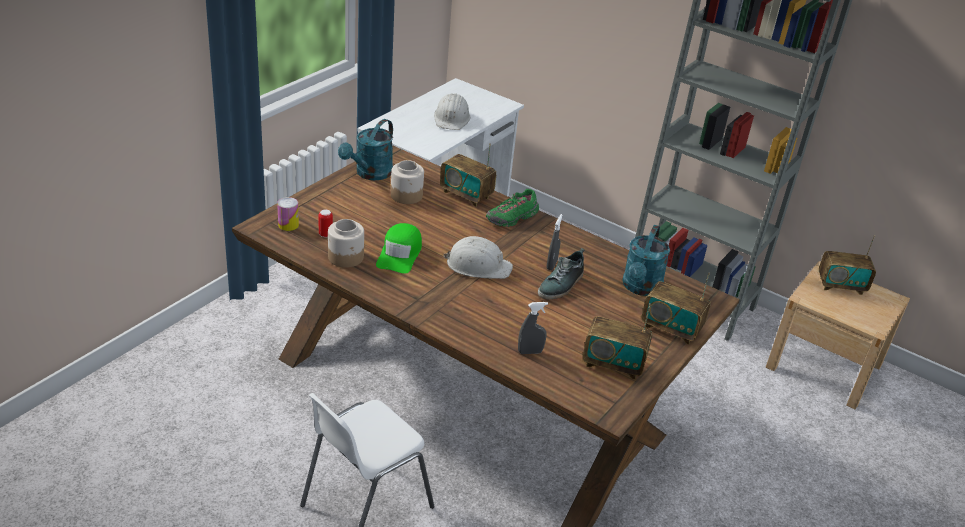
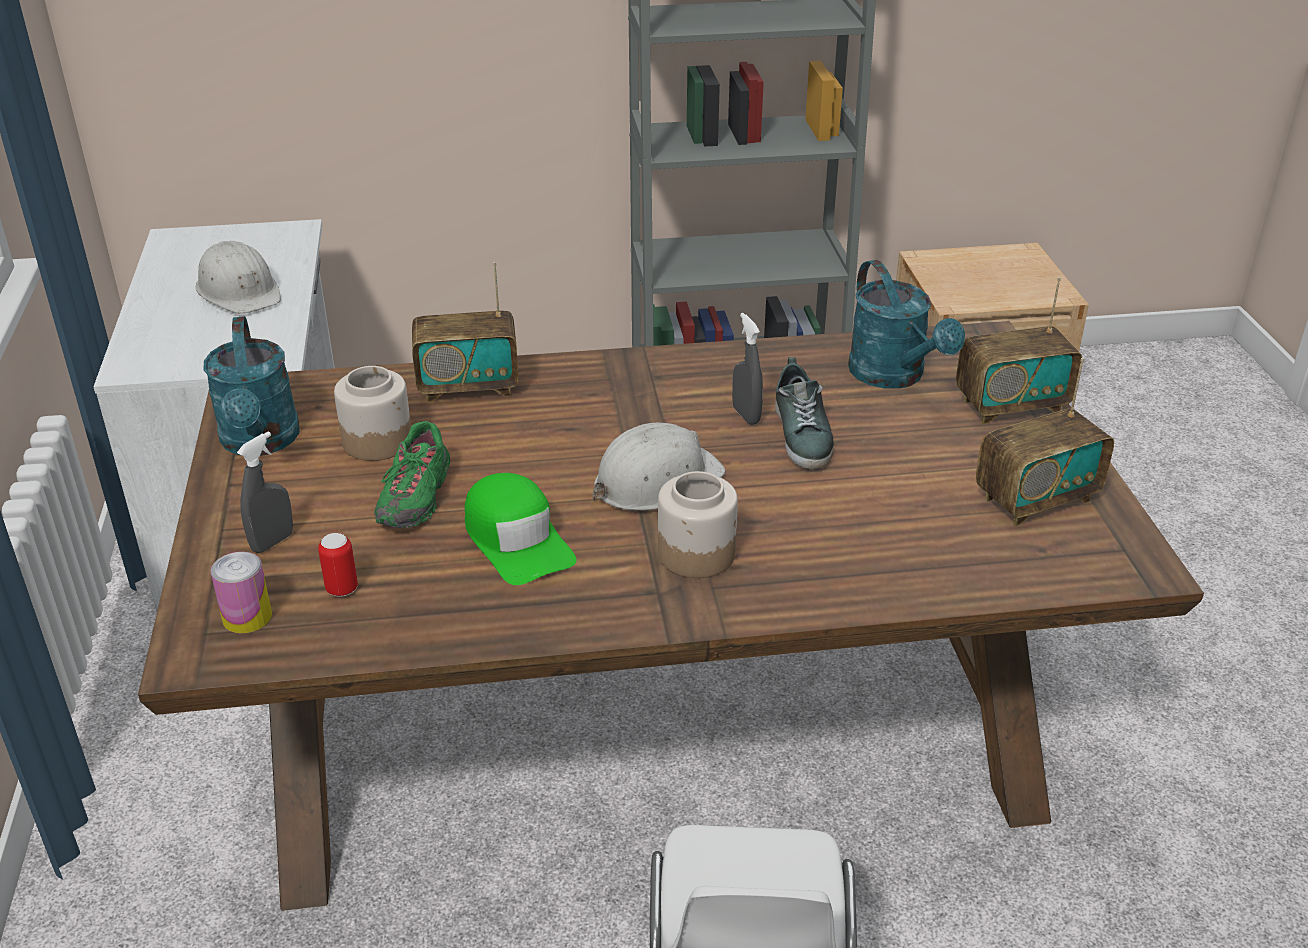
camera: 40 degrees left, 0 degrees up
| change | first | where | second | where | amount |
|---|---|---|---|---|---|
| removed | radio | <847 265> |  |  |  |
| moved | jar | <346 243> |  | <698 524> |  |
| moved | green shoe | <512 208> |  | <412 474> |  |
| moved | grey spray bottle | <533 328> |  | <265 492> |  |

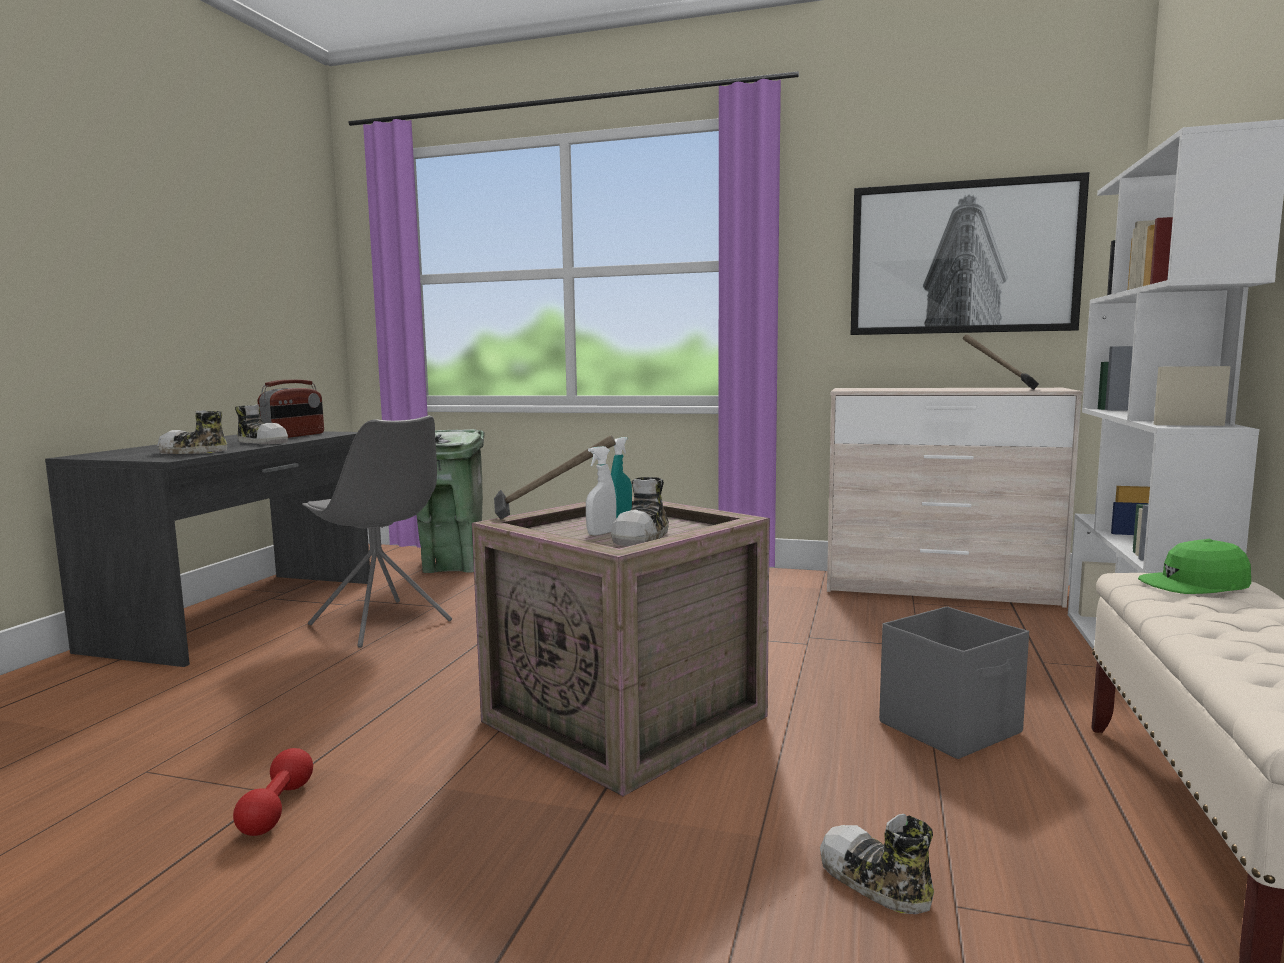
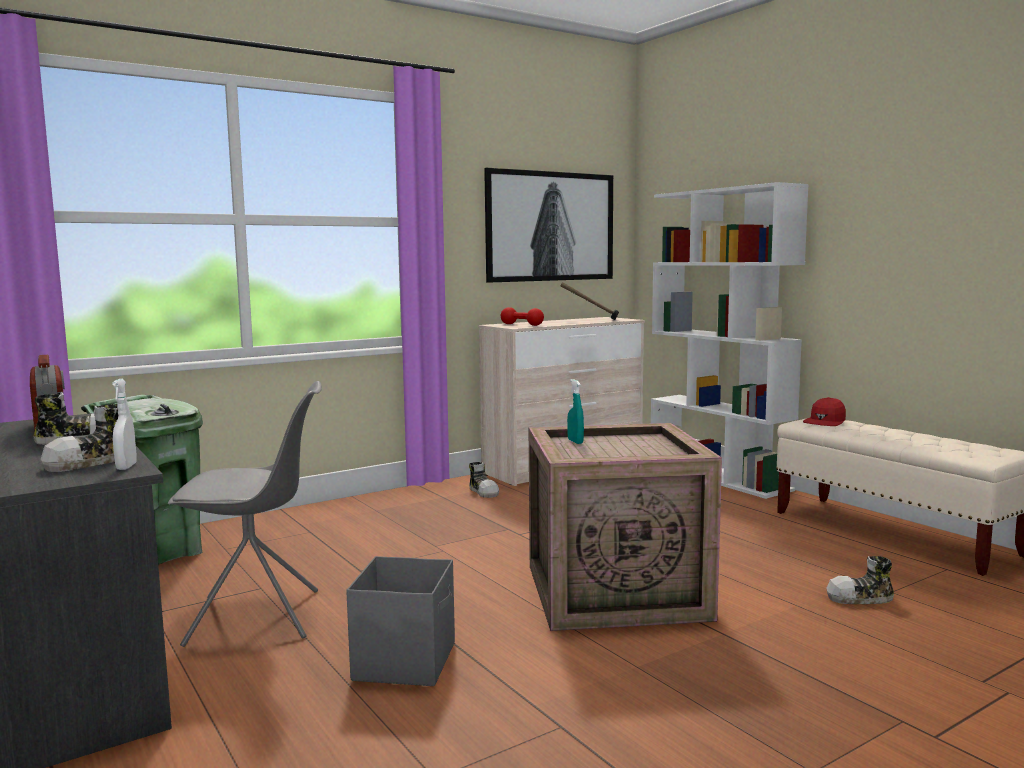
camera: 50 degrees left, 0 degrees up
| change | first | where | second | where | amount |
|---|---|---|---|---|---|
| removed | hammer | <555 477> |  |  |  |
| moved | red dumbbell | <273 792> |  | <522 316> |  |
| moved | white spray bottle | <601 491> |  | <124 424> |  |
| moved | shoe | <640 511> |  | <484 480> |  |
| moved | grey storage box | <954 682> |  | <400 621> |  |
| recoloured | green cap | <1194 566> | red cap | <824 411> |  |

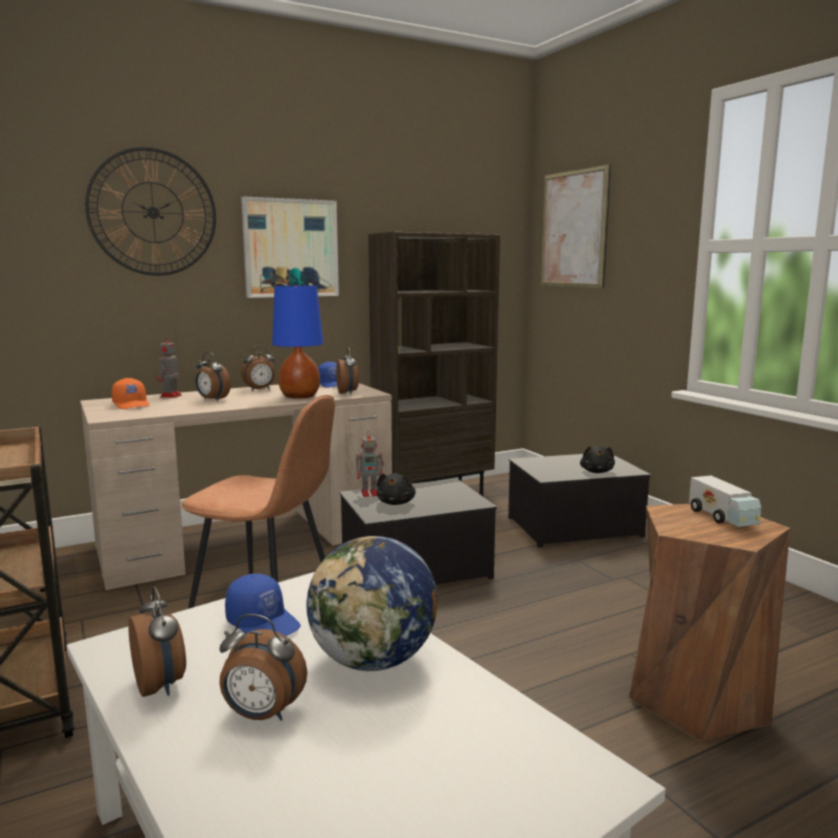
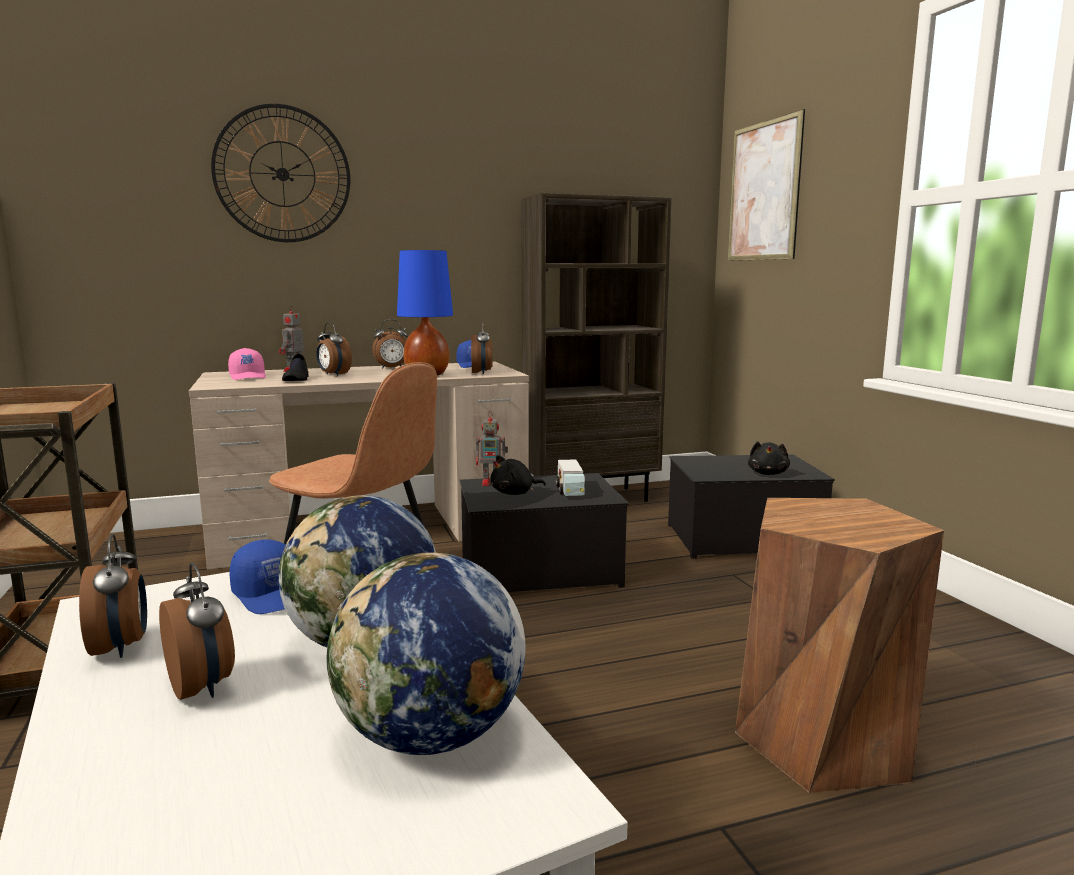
camera: 10 degrees right, 0 degrees up
| change | first | where | second | where | amount |
|---|---|---|---|---|---|
| removed | picture | <290 247> |  |  |  |
| added |  |  | black shoe | <295 367> |  |
| added |  |  | globe | <426 653> |  |
| moved | toy truck | <725 501> |  | <570 477> |  |
| recoloured | orange cap | <131 393> | pink cap | <247 364> |  |
| turned | alarm clock | <263 667> |  | <197 631> | 150 degrees counterclockwise |
| turned | black plush toy | <396 489> |  | <518 475> | 45 degrees clockwise |

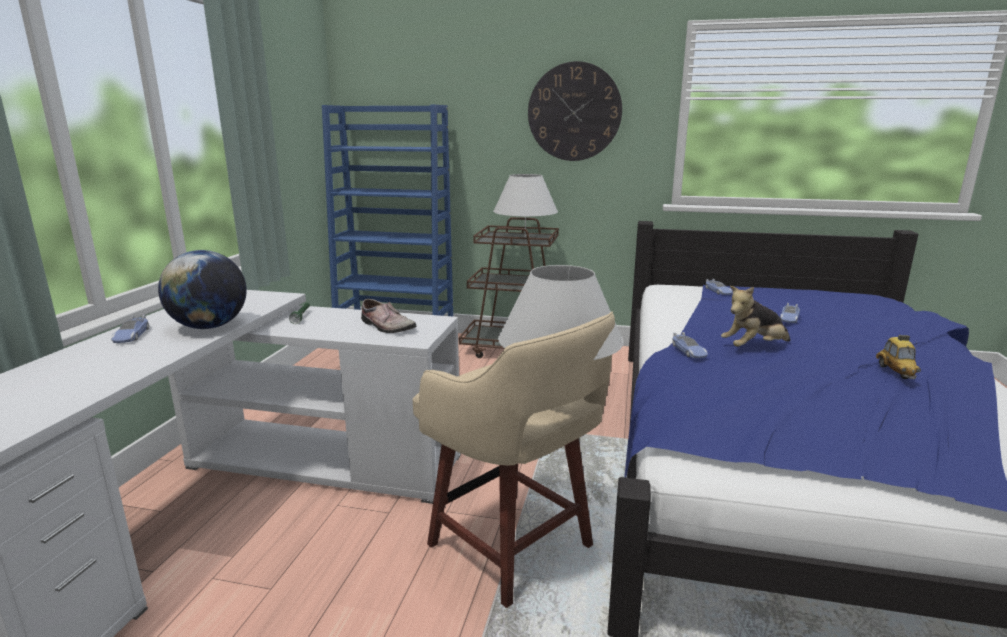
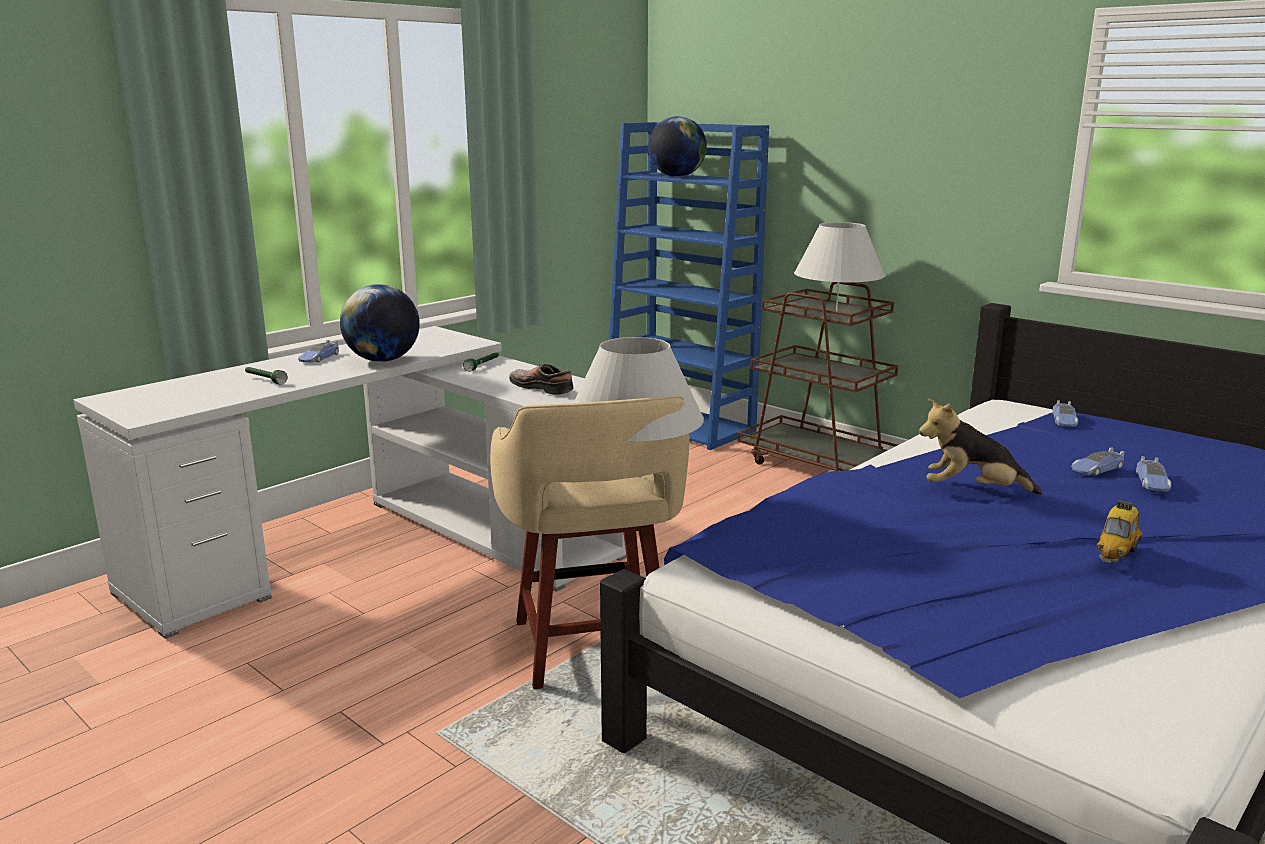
camera: 30 degrees right, 0 degrees up
| change | first | where | second | where | amount |
|---|---|---|---|---|---|
| removed | wall clock | <575 111> |  |  |  |
| added |  |  | green flashlight | <266 376> |  |
| added |  |  | globe | <677 146> |  |
| moved | toy car | <690 345> |  | <1153 474> |  |
| turned | shoe | <388 316> |  | <541 379> | 150 degrees clockwise |

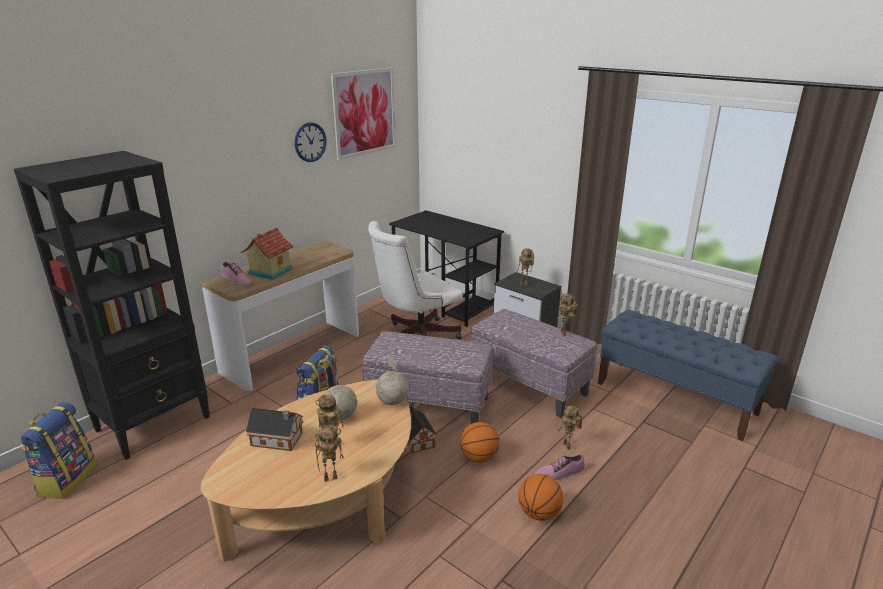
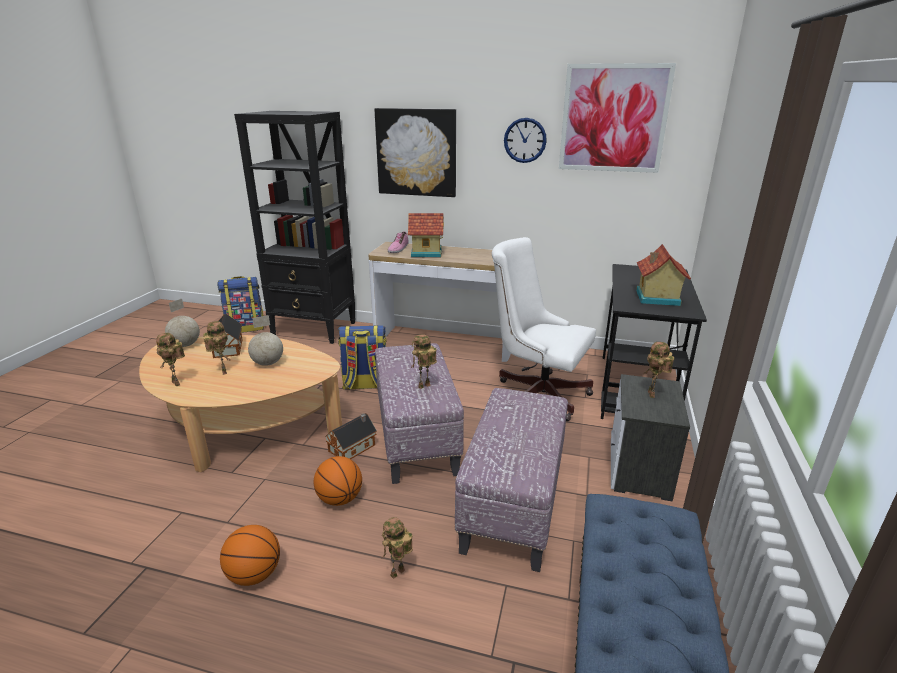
camera: 65 degrees right, 0 degrees up
| change | first | where | second | where | amount |
|---|---|---|---|---|---|
| removed | shoe | <560 467> |  |  |  |
| added |  |  | picture | <415 152> |  |
| added |  |  | toy house | <663 275> |  |
| moved | globe | <392 379> |  | <182 323> |  |
| moved | toy robot | <567 315> |  | <424 361> |  |

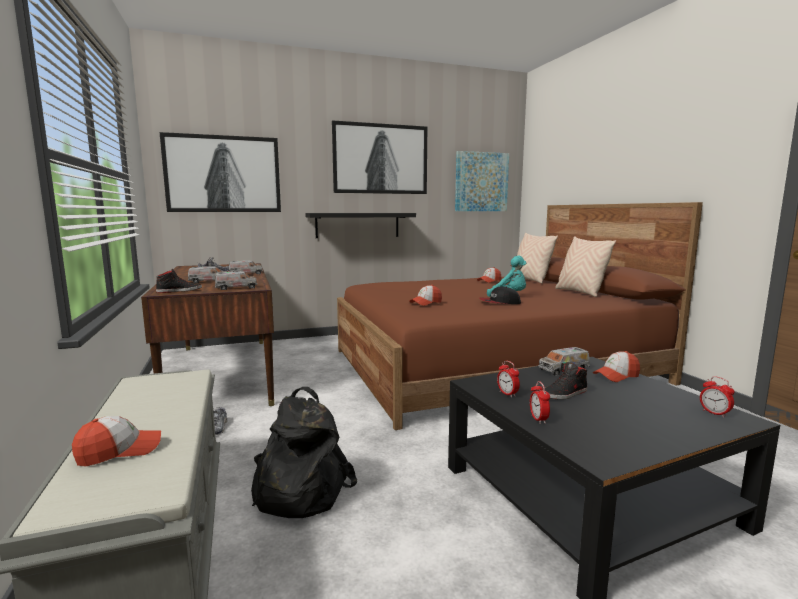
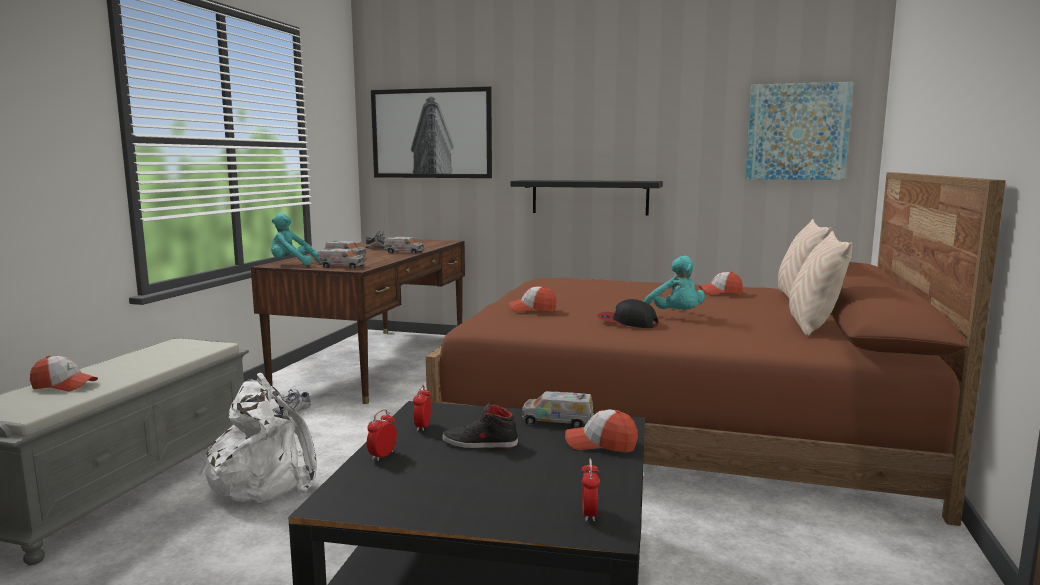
camera: 35 degrees right, 0 degrees up
| change | first | where | second | where | amount |
|---|---|---|---|---|---|
| removed | picture | <379 157> |  |  |  |
| replaced | black shoe | <179 281> | turquoise plush toy | <295 239> |  |
| recoloured | black backpack | <304 452> | white backpack | <258 437> |  |

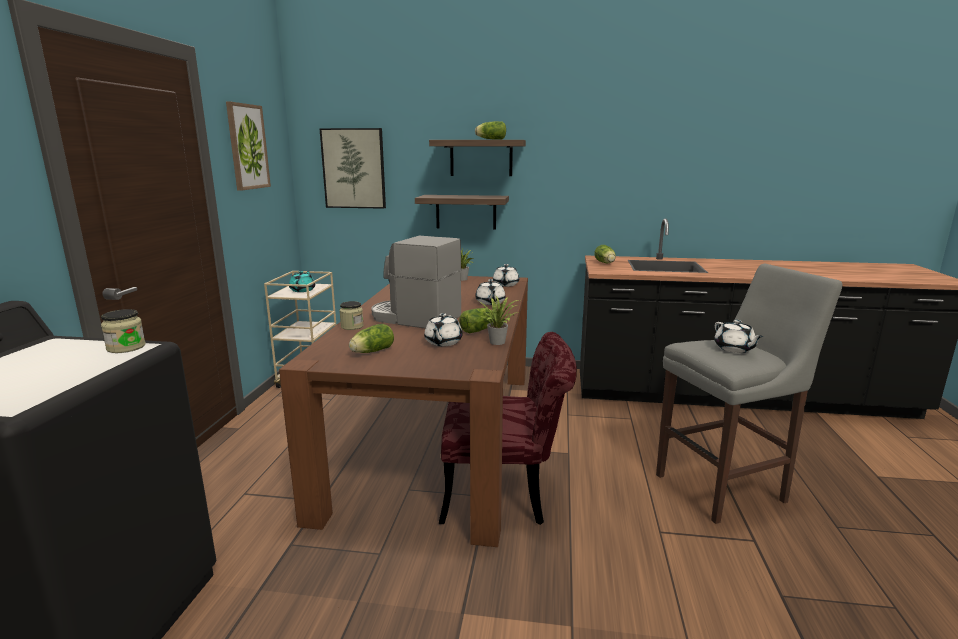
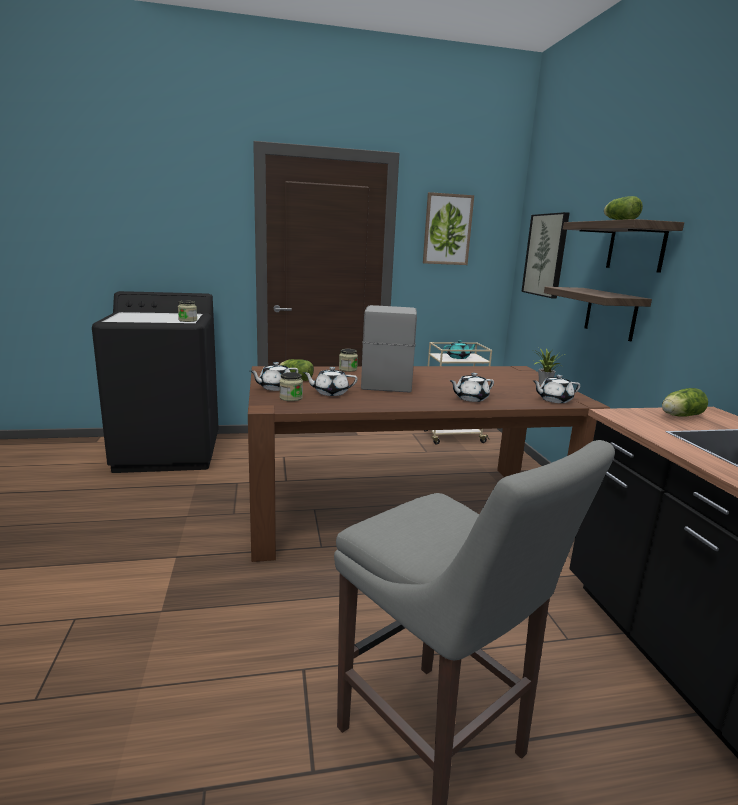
camera: 70 degrees right, 0 degrees up
| change | first | where | second | where | amount |
|---|---|---|---|---|---|
| removed | red chair | <508 428> |  |  |  |
| removed | lettuce | <476 320> |  |  |  |
| removed | potted plant | <498 320> |  |  |  |
| added |  |  | jar | <291 386> |  |
| moved | white teapot | <739 336> |  | <274 376> |  |

